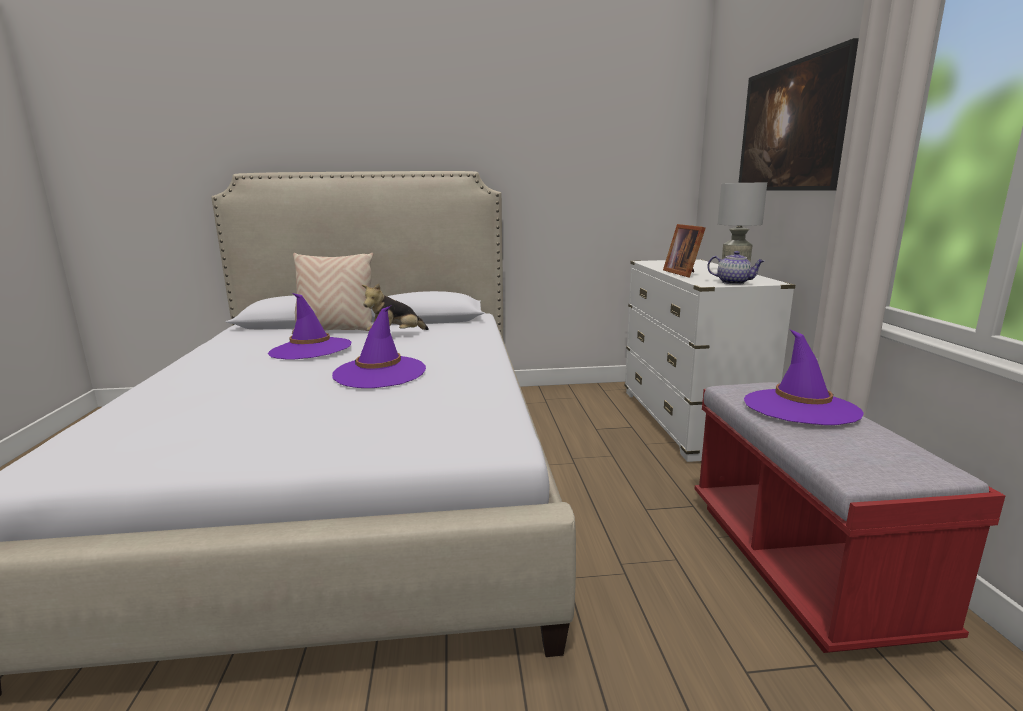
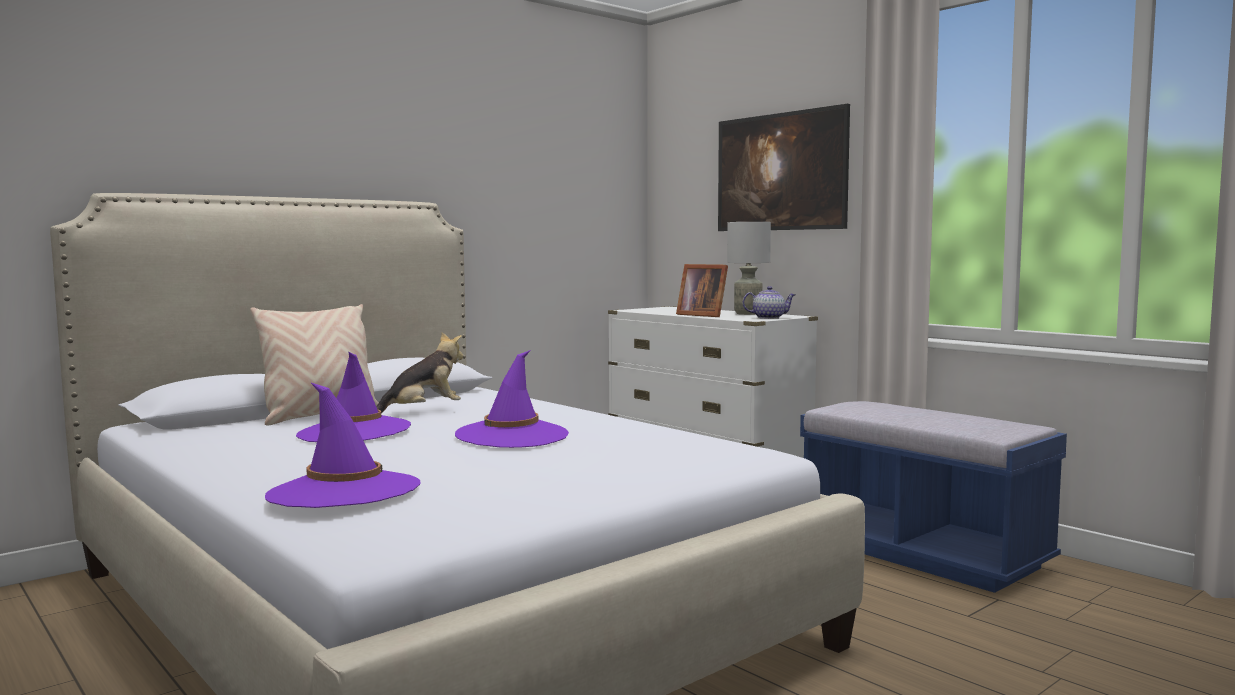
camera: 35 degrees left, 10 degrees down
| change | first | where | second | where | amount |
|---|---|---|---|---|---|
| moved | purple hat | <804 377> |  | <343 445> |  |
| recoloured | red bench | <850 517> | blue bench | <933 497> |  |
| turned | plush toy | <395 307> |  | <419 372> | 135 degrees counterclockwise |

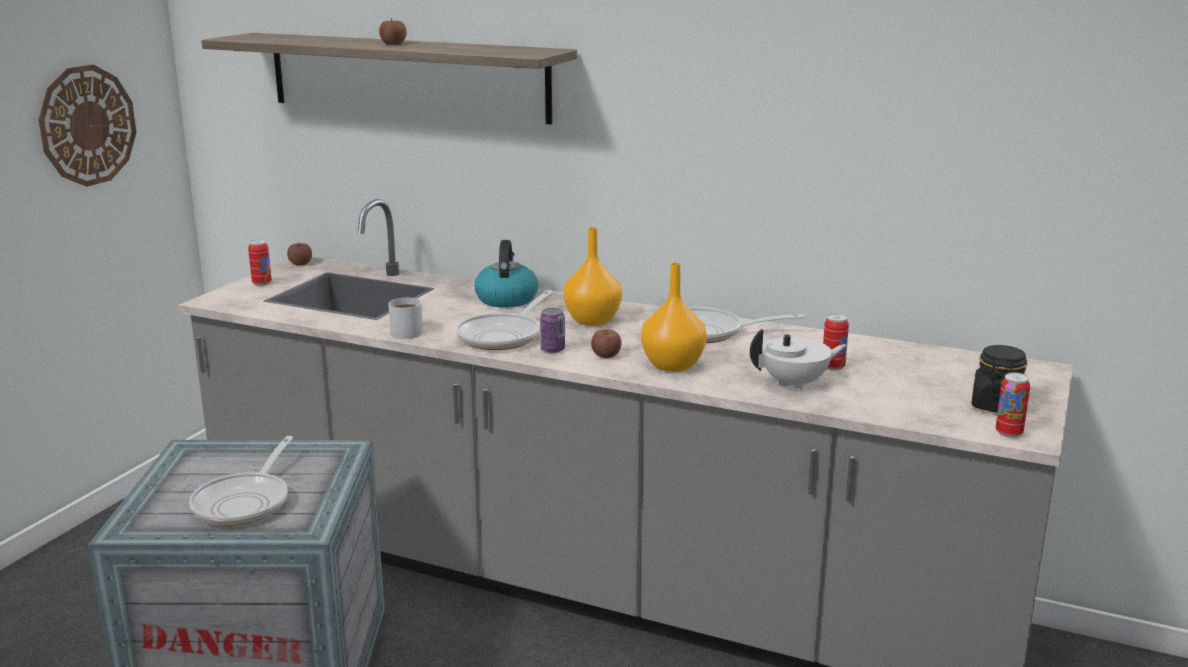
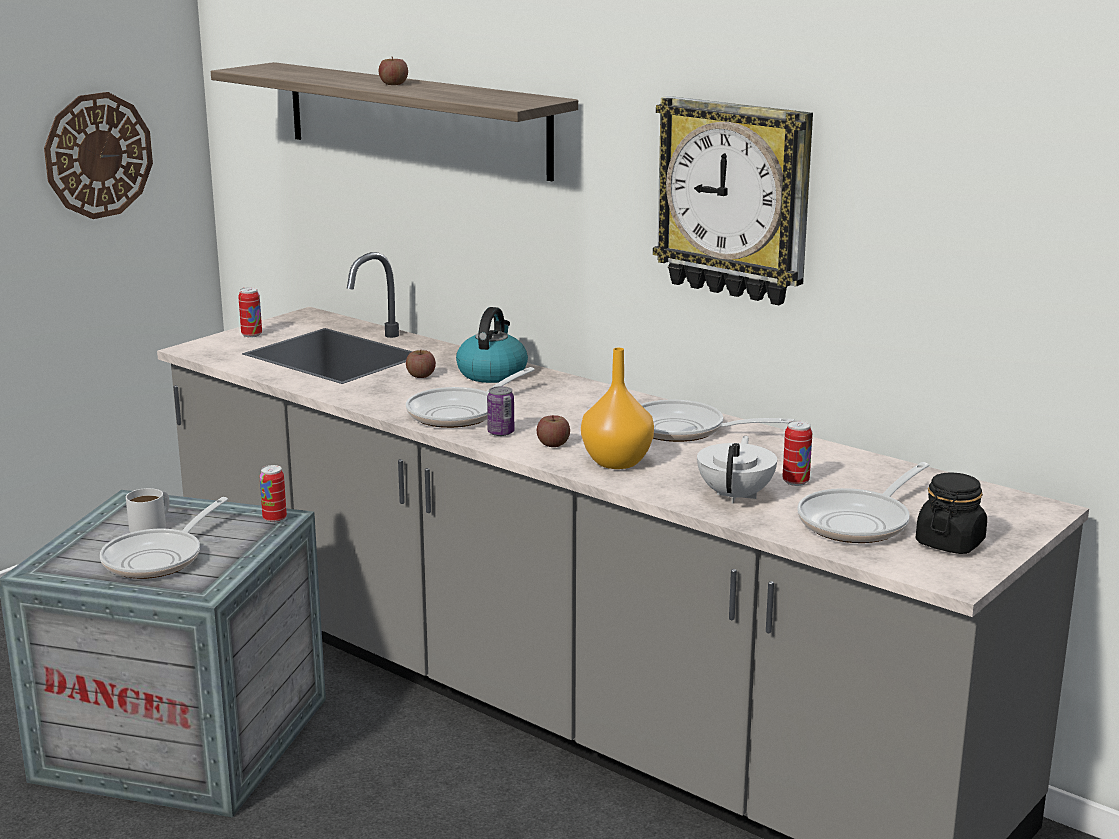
camera: 15 degrees right, 0 degrees up
| change | first | where | second | where | amount |
|---|---|---|---|---|---|
| removed | orange vase | <592 276> |  |  |  |
| added |  |  | wall clock | <733 200> |  |
| added |  |  | frying pan | <863 502> |  |
| moved | apple | <299 254> |  | <421 363> |  |
| moved | white mug | <405 318> |  | <148 510> |  |
| moved | can | <1013 405> |  | <273 494> |  |
| turned | white teapot | <798 360> |  | <737 470> | 75 degrees counterclockwise |

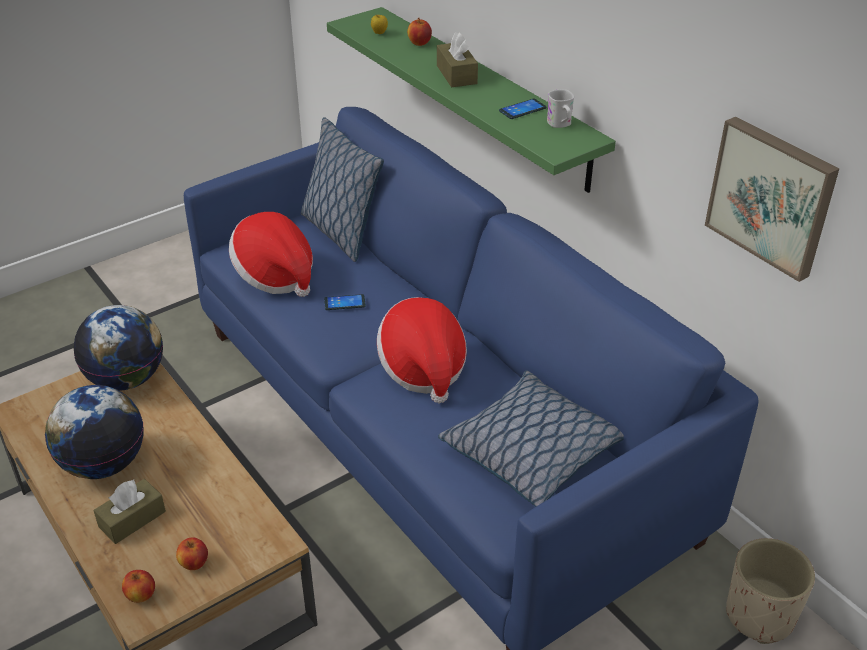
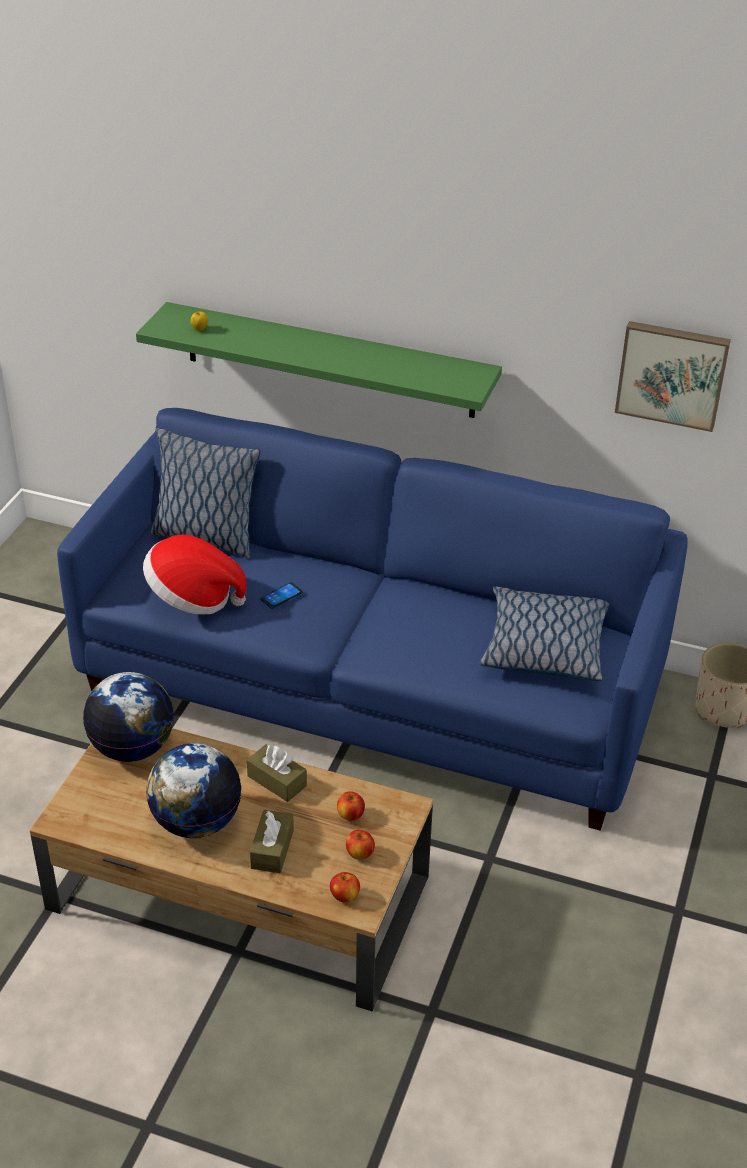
camera: 35 degrees left, 0 degrees up
| change | first | where | second | where | amount |
|---|---|---|---|---|---|
| removed | hat | <422 350> |  |  |  |
| removed | phone | <522 108> |  |  |  |
| removed | white mug | <560 108> |  |  |  |
| moved | apple | <419 32> |  | <351 806> |  |
| moved | brown tissue box | <457 59> |  | <277 773> |  |

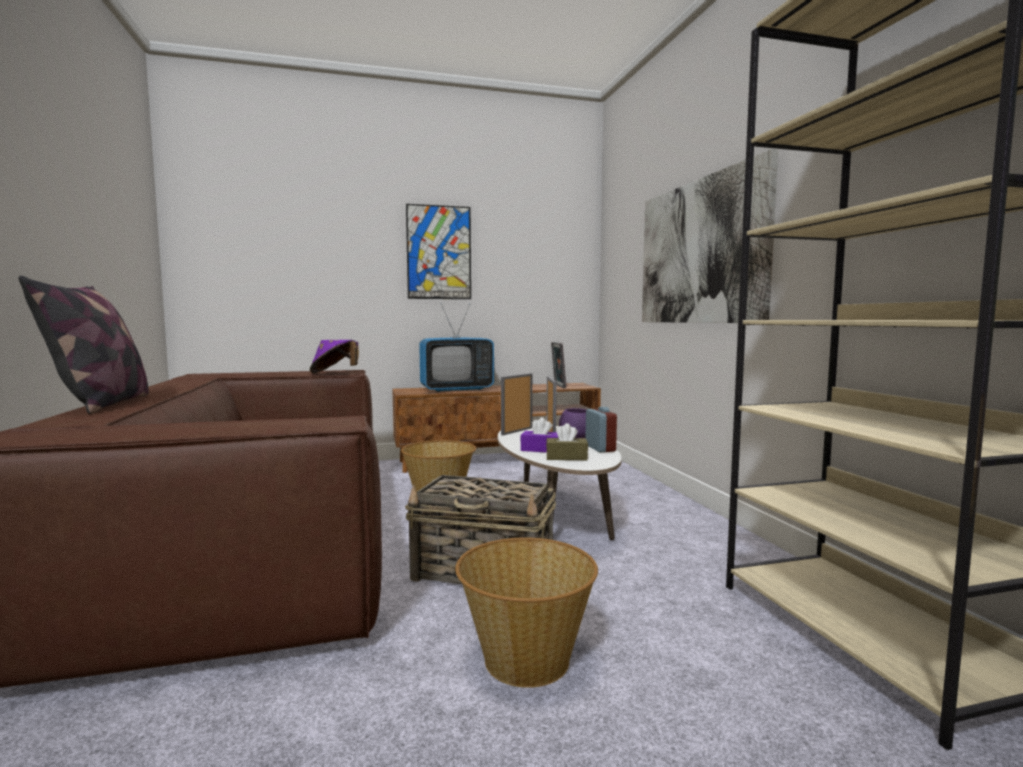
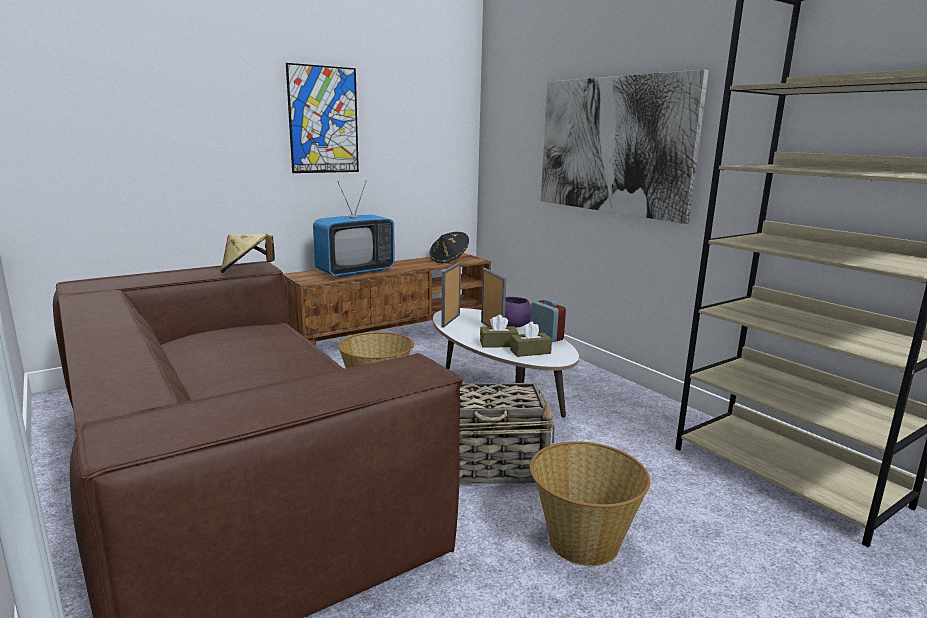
camera: 20 degrees left, 10 degrees up
| change | first | where | second | where | amount |
|---|---|---|---|---|---|
| removed | pillow | <84 345> |  |  |  |
| replaced | picture frame | <558 365> | black hat | <449 247> |  |
| recoloured | purple hat | <334 356> | beige hat | <247 253> |  |
| recoloured | purple tissue box | <539 435> | brown tissue box | <499 331> |  |

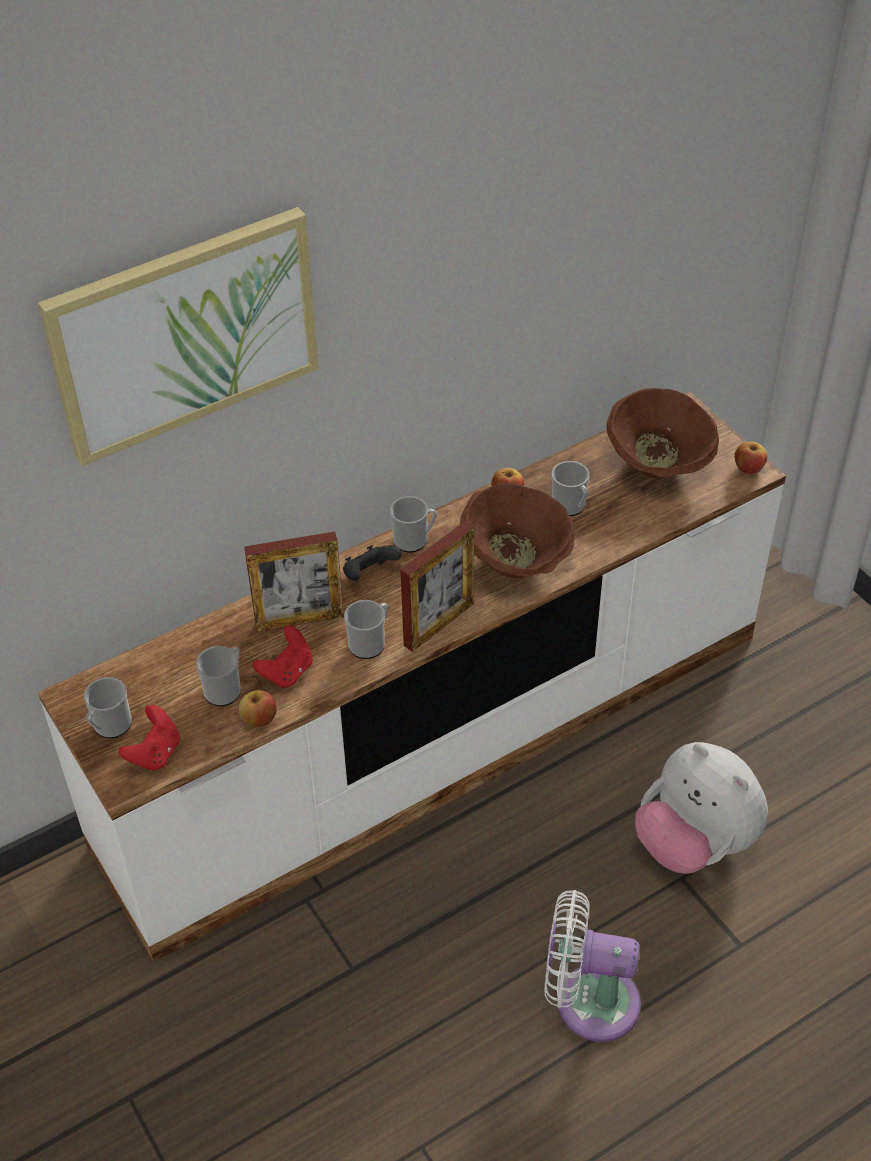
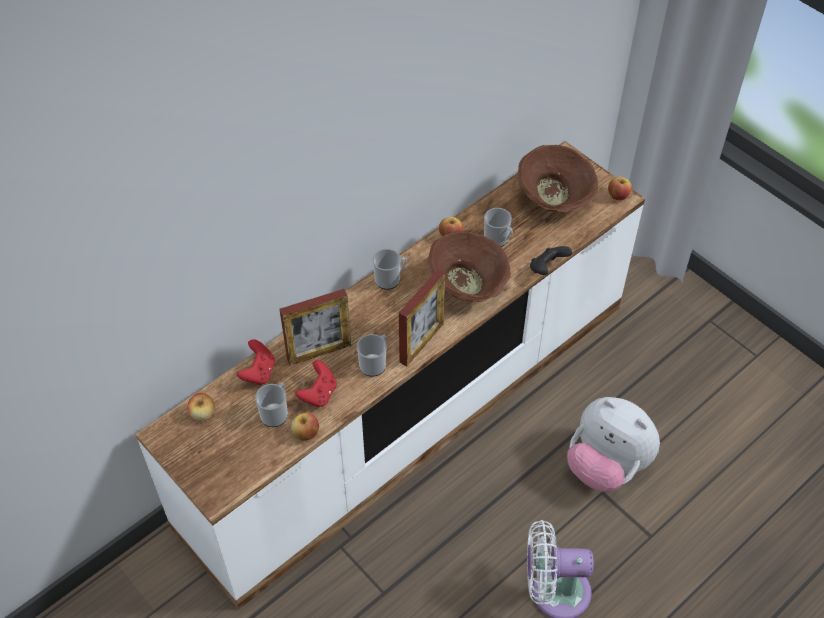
camera: 10 degrees left, 5 degrees up
| change | first | where | second | where | amount |
|---|---|---|---|---|---|
| removed | picture | <178 336> |  |  |  |
| removed | mug | <108 707> |  |  |  |
| added |  |  | apple | <201 407> |  |
| moved | red game controller | <149 738> |  | <256 362> |  |
| moved | black game controller | <372 563> |  | <551 260> |  |

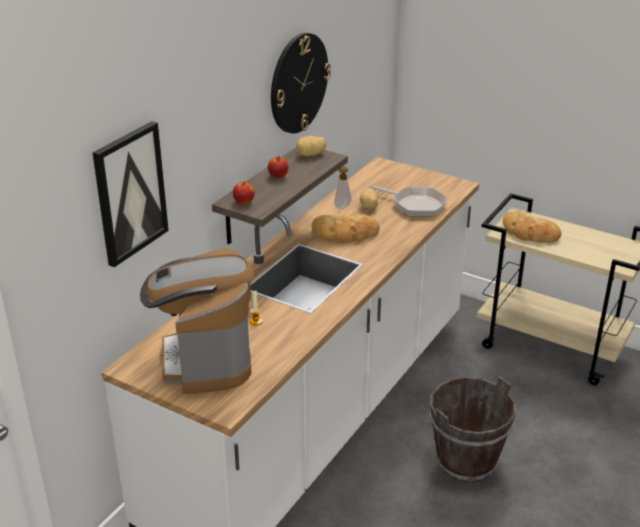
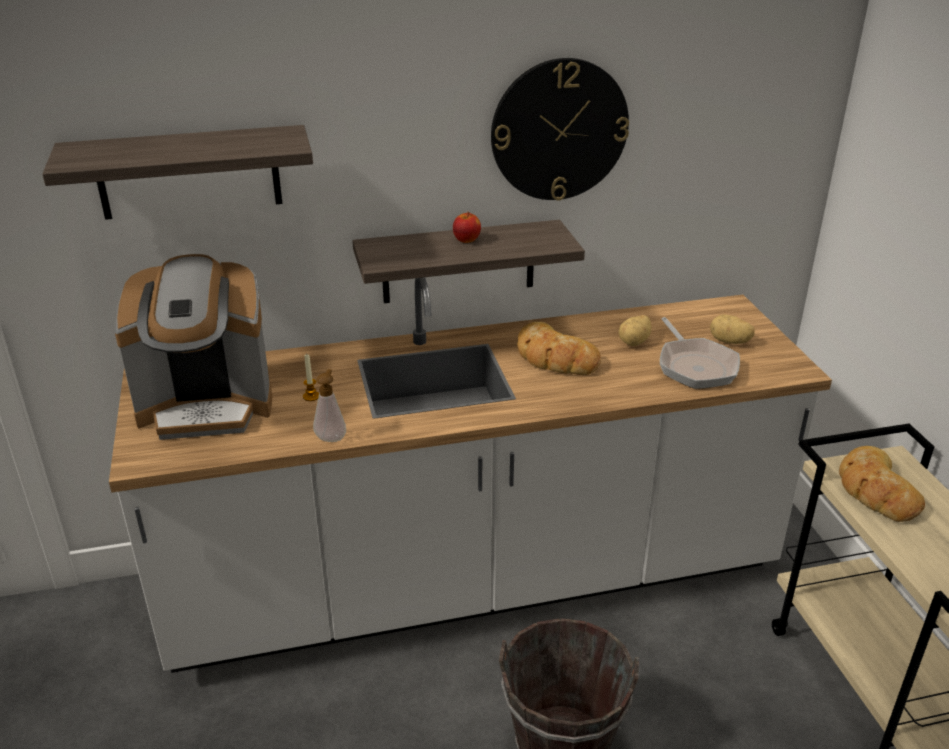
camera: 45 degrees right, 0 degrees up
| change | first | where | second | where | amount |
|---|---|---|---|---|---|
| removed | apple | <243 193> |  |  |  |
| moved | potato | <311 146> |  | <732 329> |  |
| moved | soap dispenser | <343 188> |  | <329 405> |  |
| replaced | picture | <131 194> | shelf | <177 172> |  |
| turned | coffee machine | <197 321> |  | <193 347> | 135 degrees counterclockwise |

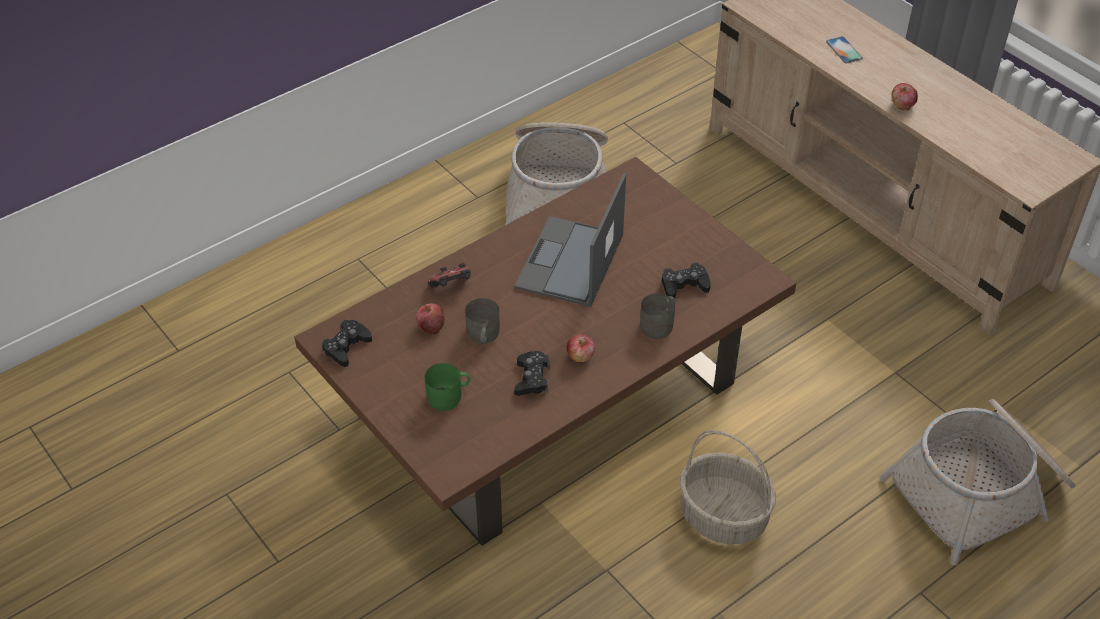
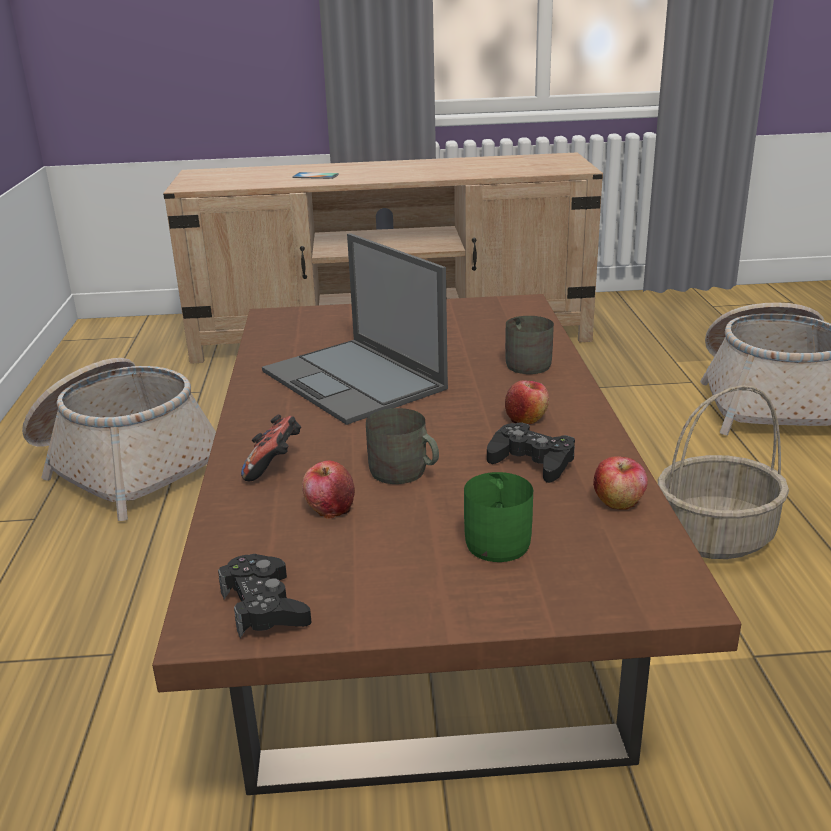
camera: 55 degrees left, 20 degrees down
| change | first | where | second | where | amount |
|---|---|---|---|---|---|
| removed | black game controller | <686 280> |  |  |  |
| moved | apple | <904 96> |  | <620 483> |  |

